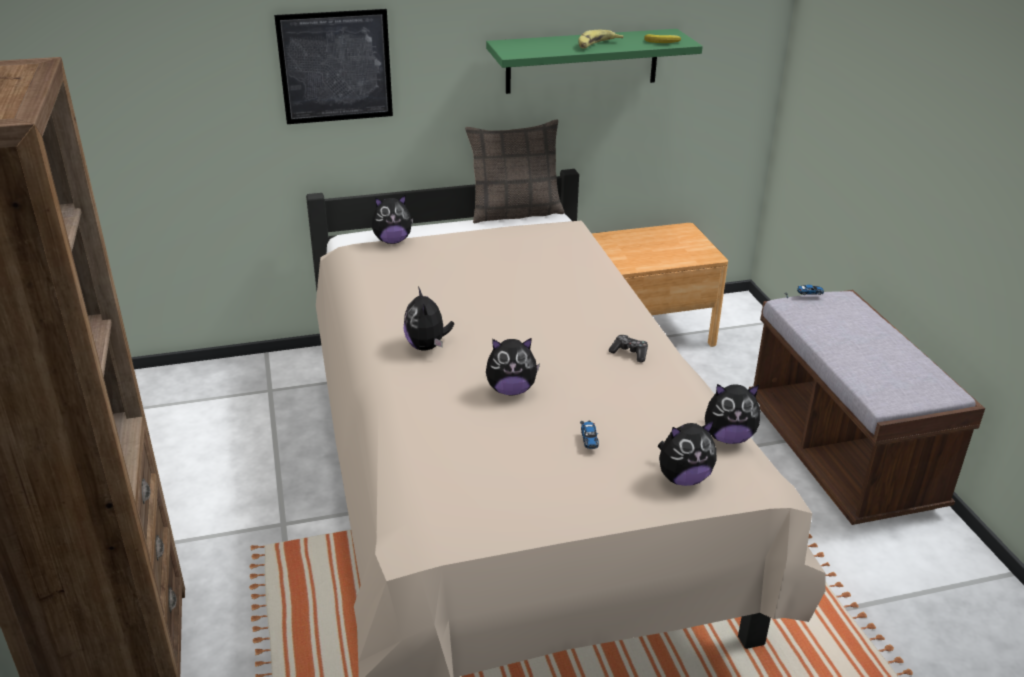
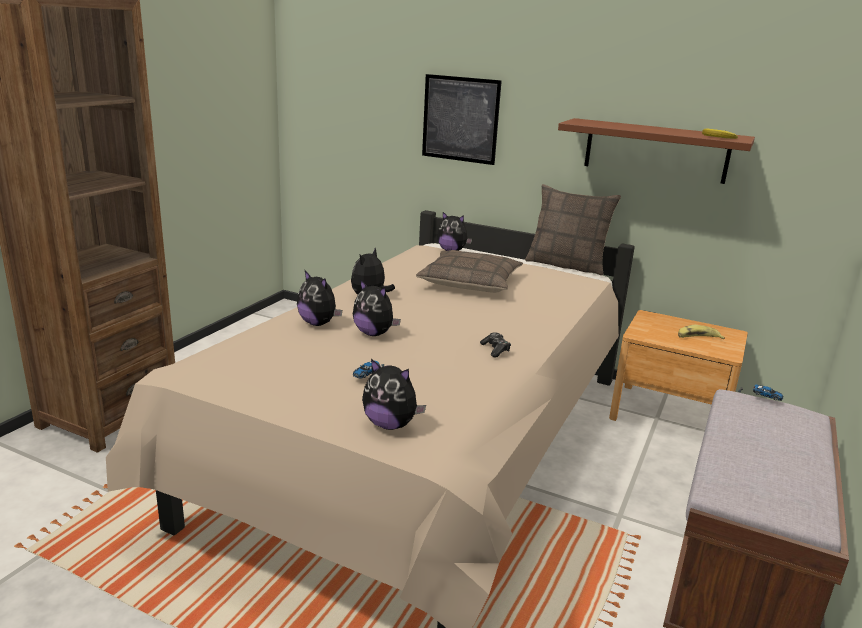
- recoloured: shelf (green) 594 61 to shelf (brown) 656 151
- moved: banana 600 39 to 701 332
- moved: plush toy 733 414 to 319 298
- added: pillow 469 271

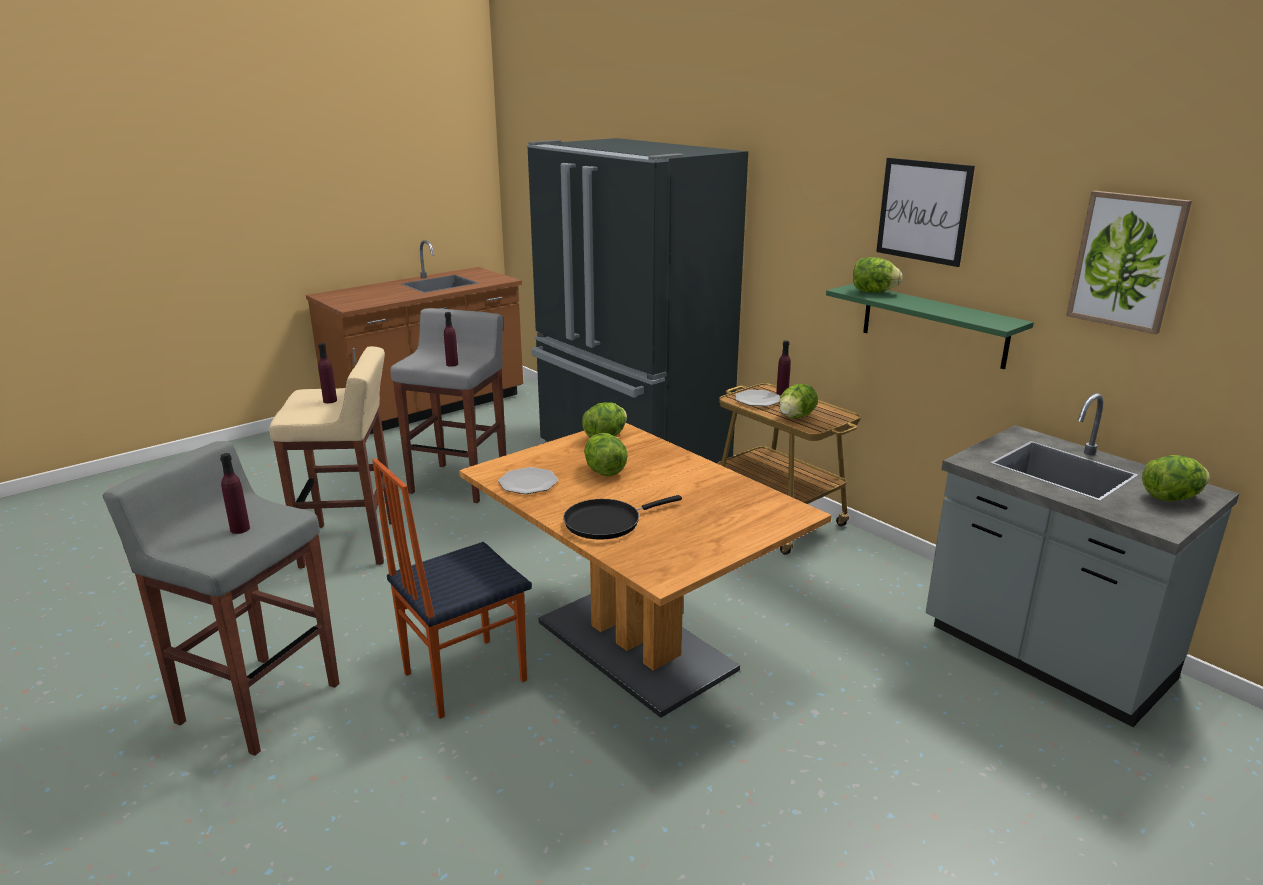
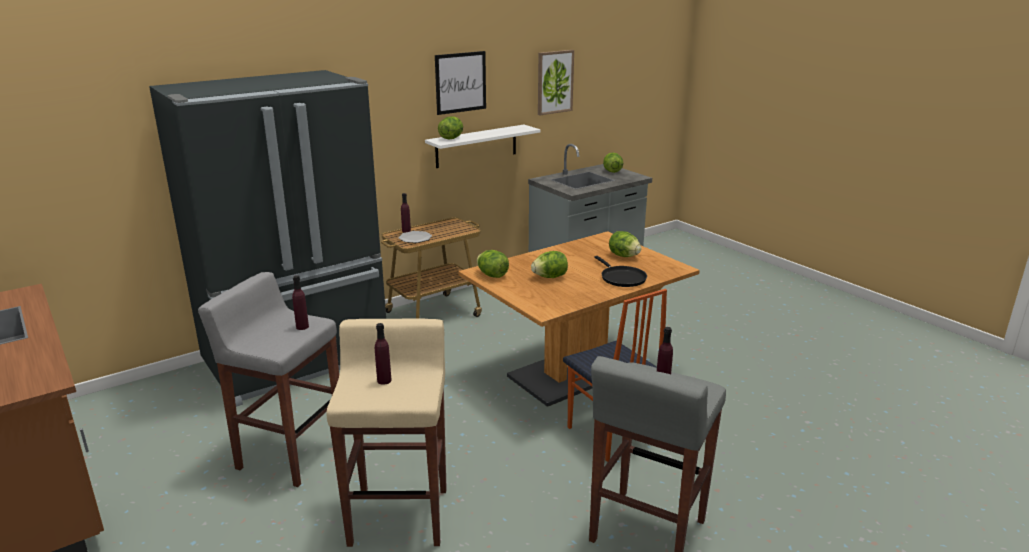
- recoloured: shelf (green) 930 326 to shelf (white) 482 146
- moved: lettuce 798 401 to 625 244
- removed: plate 528 480

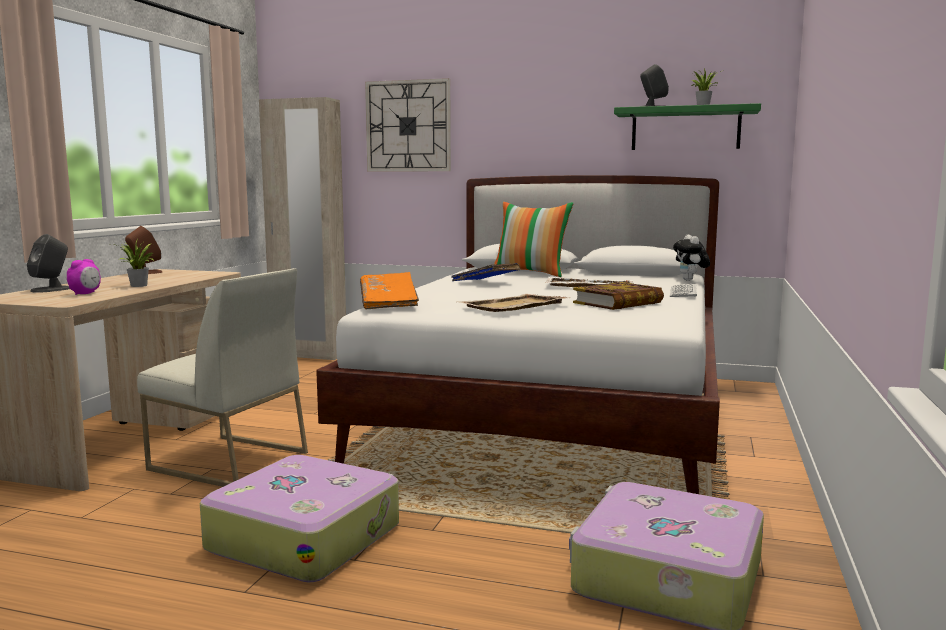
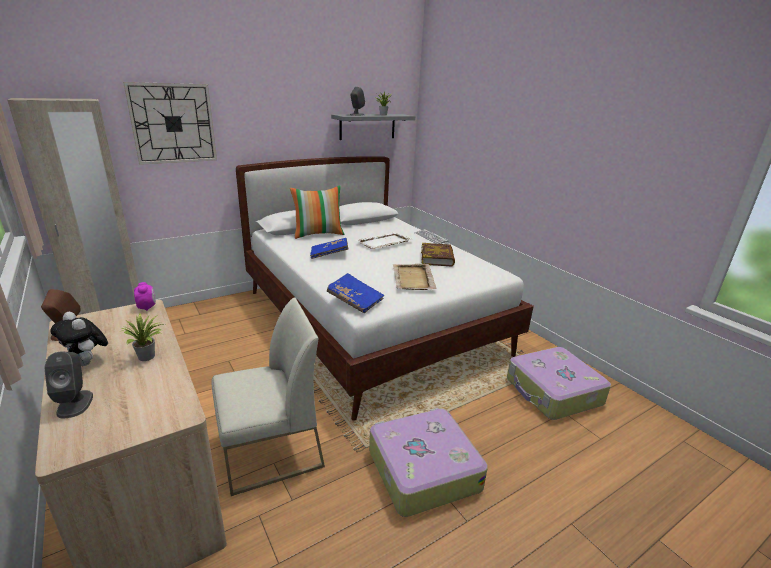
- recoloured: shelf (green) 687 126 to shelf (grey) 373 127
- moved: plush toy 691 258 to 79 339
- moved: alarm clock 84 277 to 145 296
- recoloured: book (orange) 389 290 to book (blue) 355 293

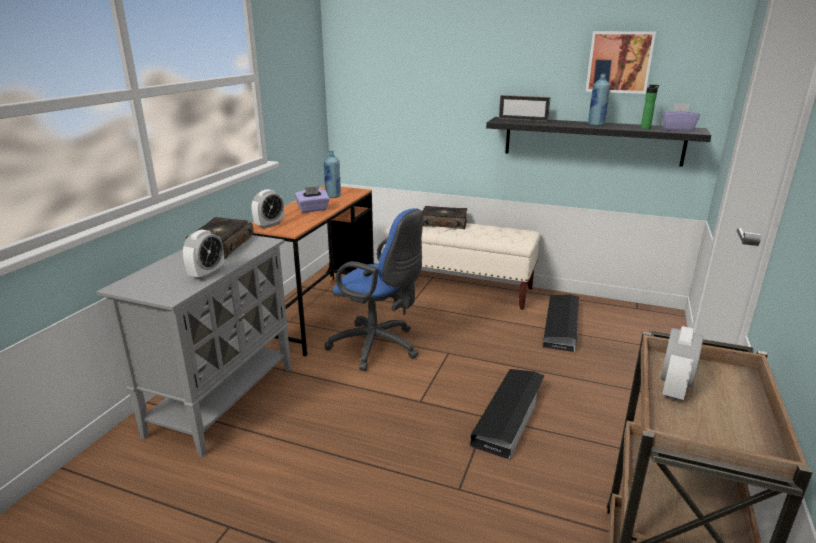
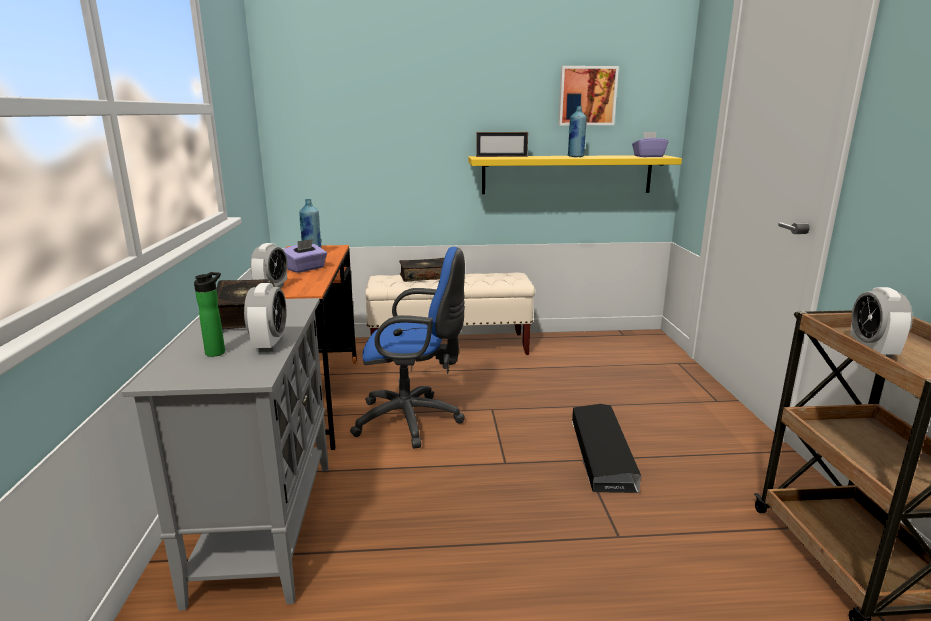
- moved: bottle 650 107 to 209 314
- recoloured: shelf (black) 598 142 to shelf (yellow) 575 174
- removed: storage box (black) 561 323

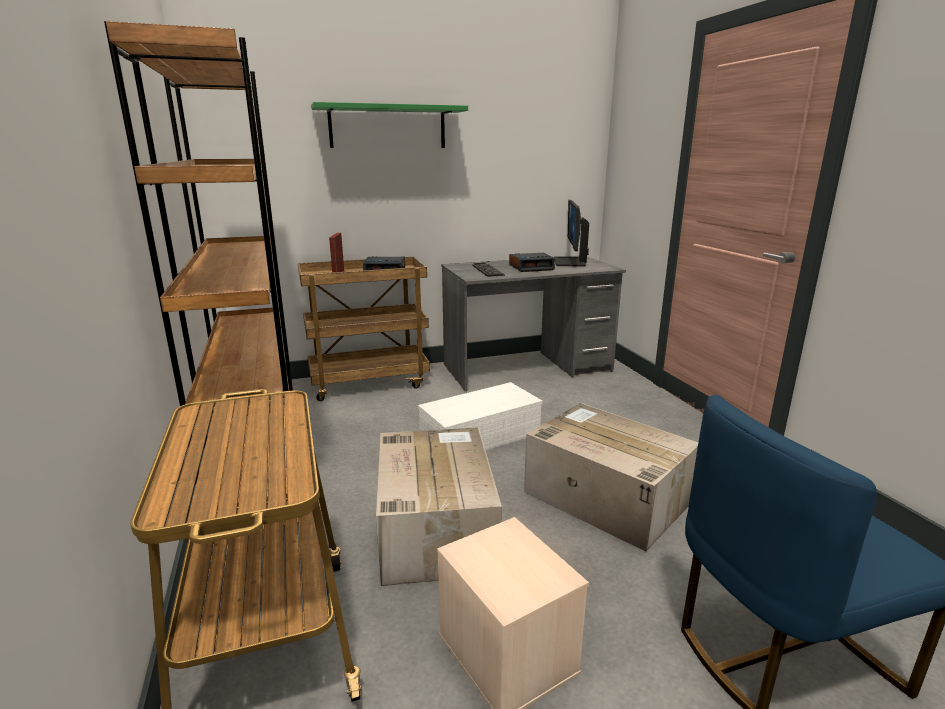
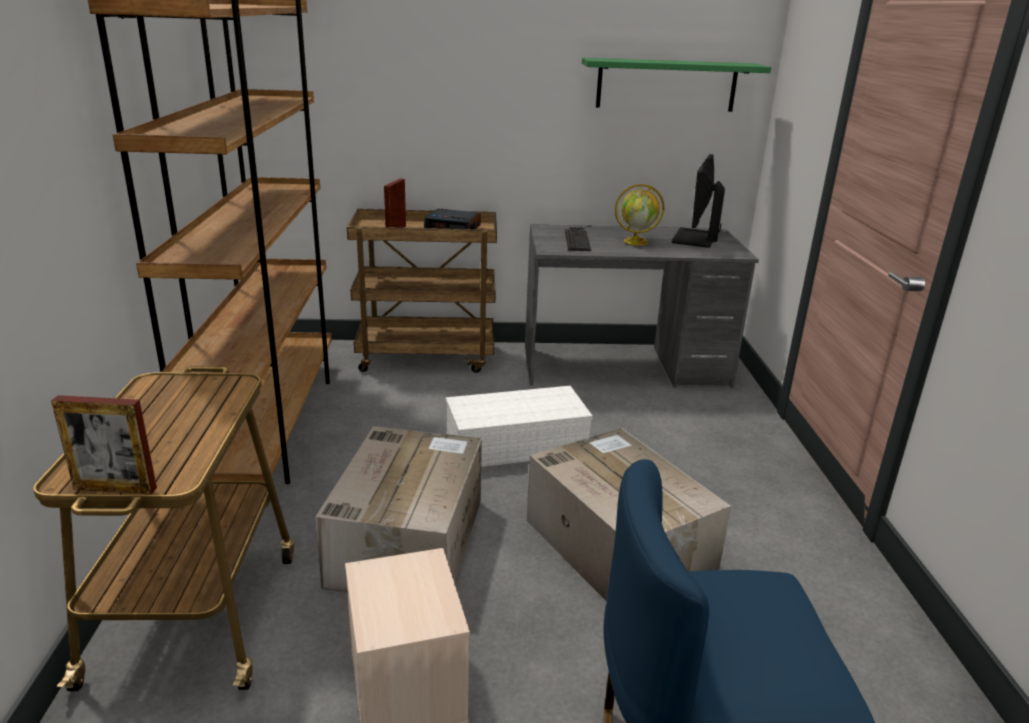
- moved: shelf (green) 389 125 to 676 85
- replaced: alarm clock 532 262 to globe 639 215
- added: picture frame 104 444

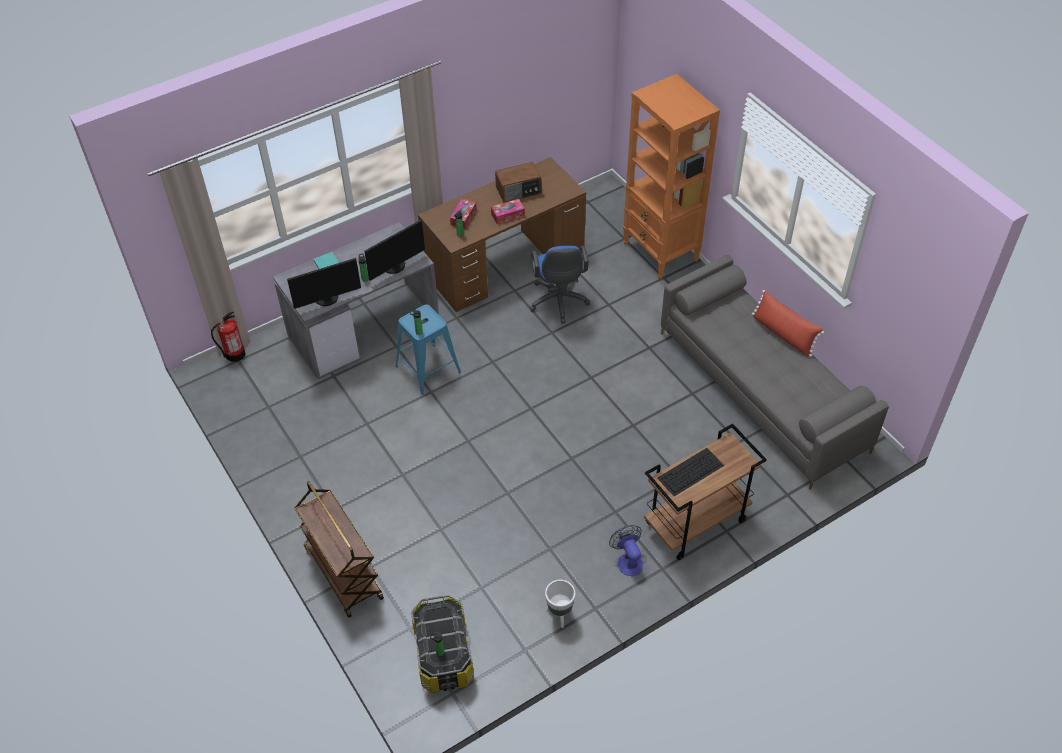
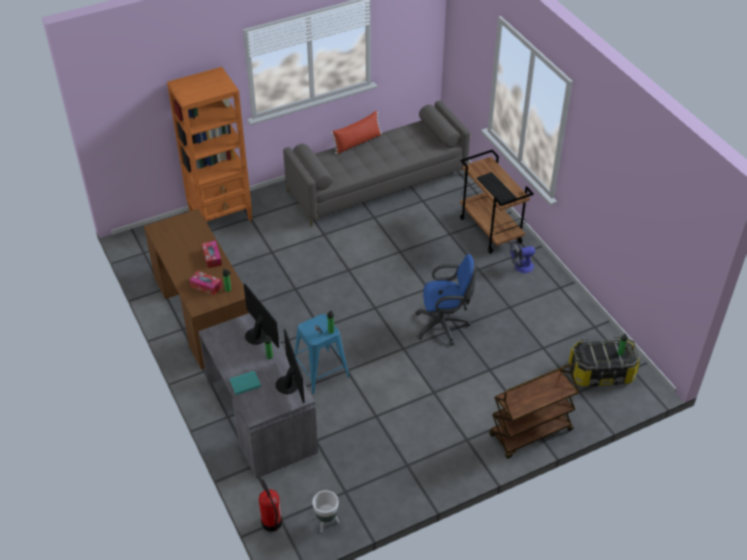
- removed: radio 518 182
- moved: office chair (blue) 559 284 to 446 299
- moved: planter (white) 560 604 to 325 511

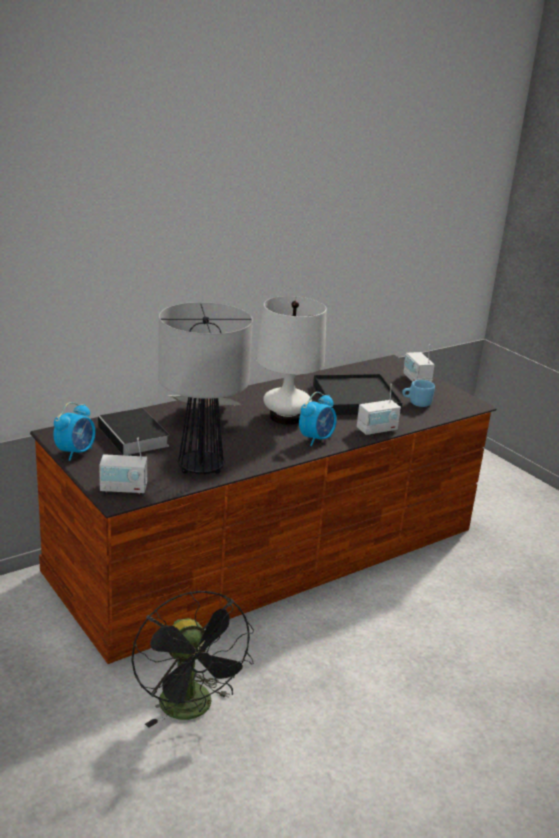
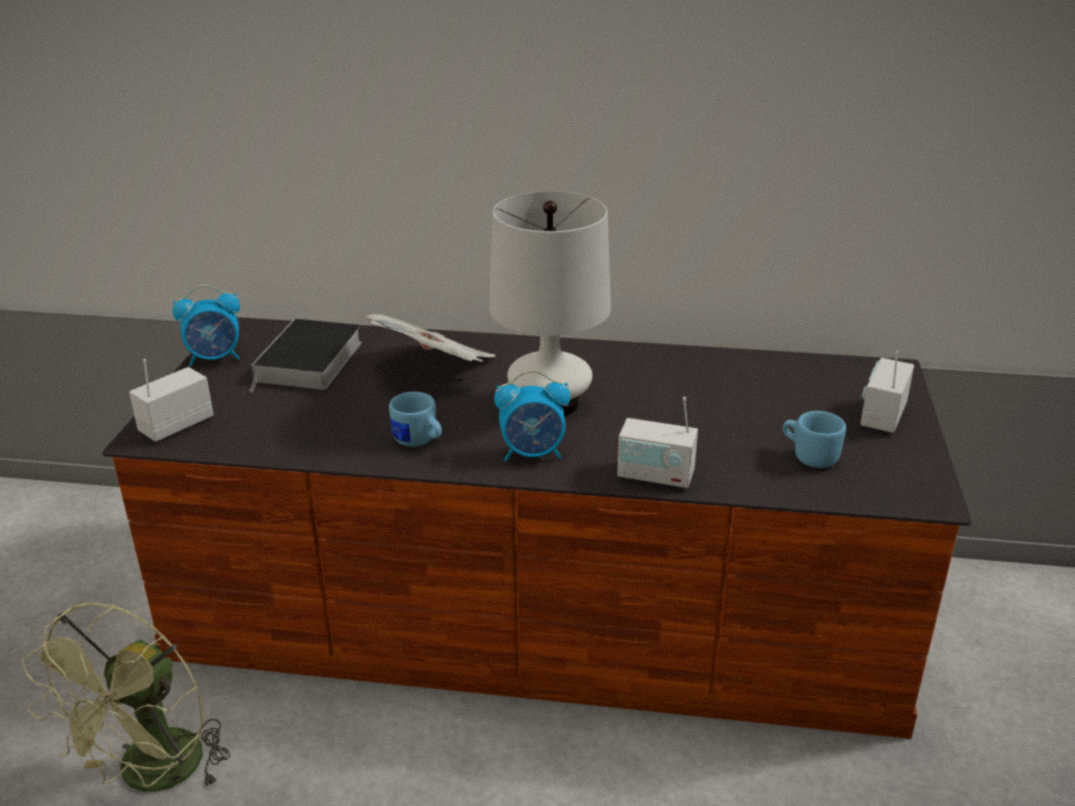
- removed: table lamp 205 388
- removed: tray (black) 357 394
- turned: radio 123 465 = 171 400 90 degrees clockwise
- recoloured: fan (black) 192 659 to fan (green) 126 697
- added: mug (blue) 415 419

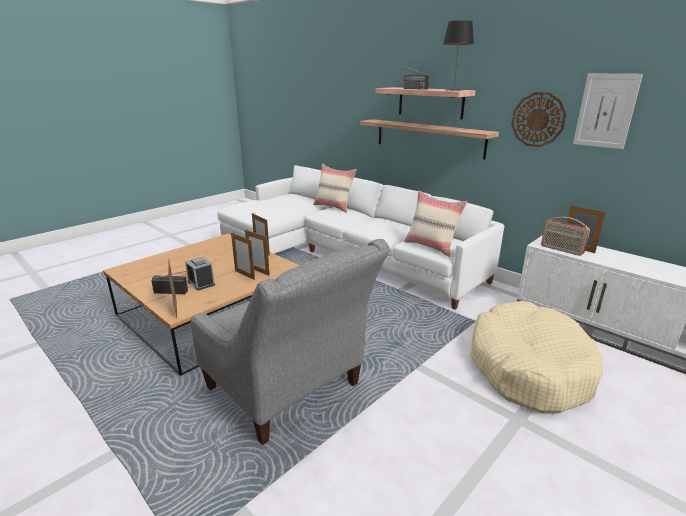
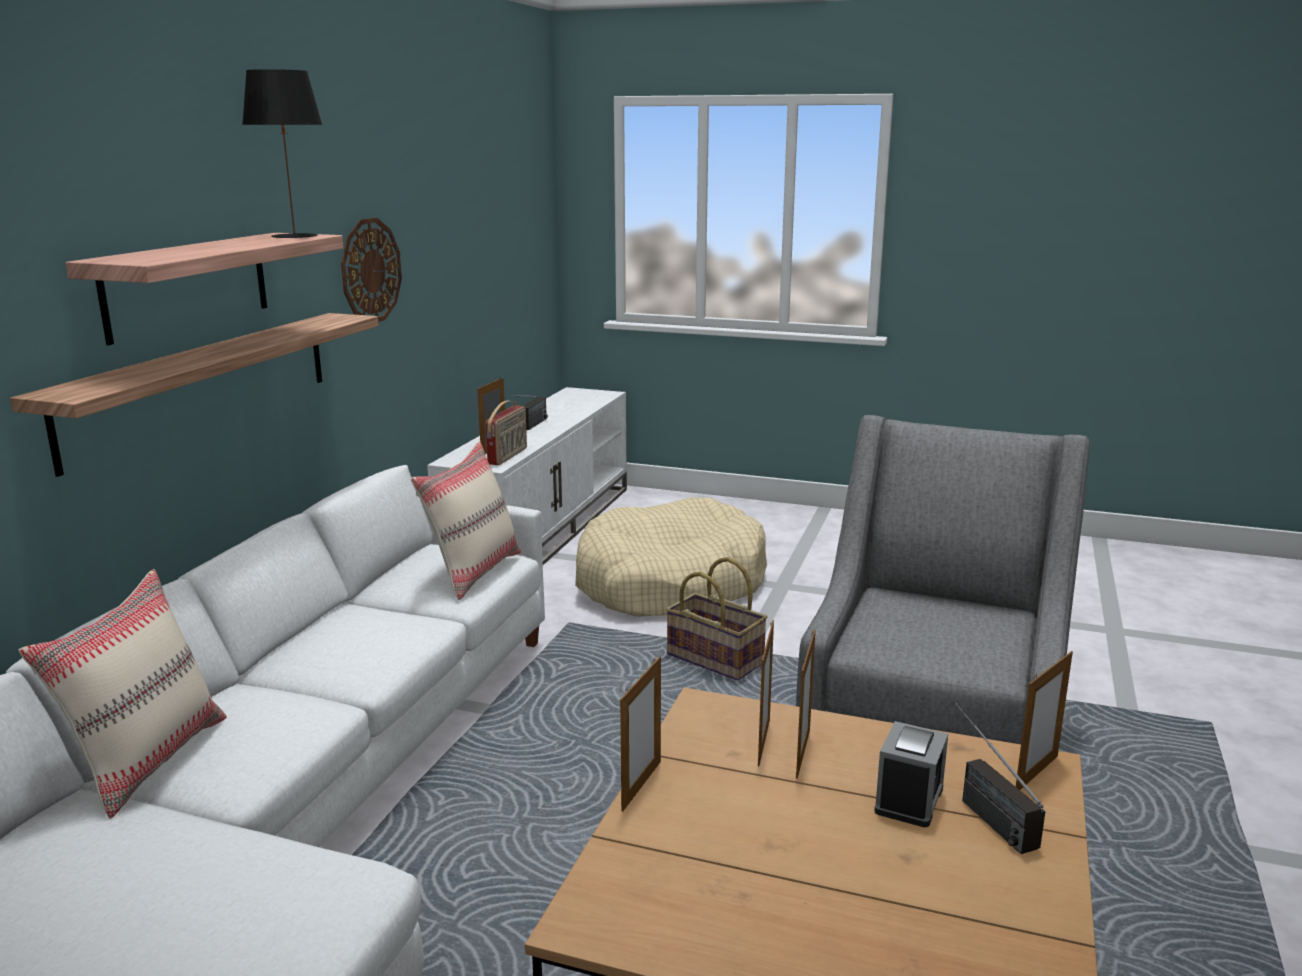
- moved: radio 413 77 to 527 412
- removed: picture 608 111
- added: basket 717 618

